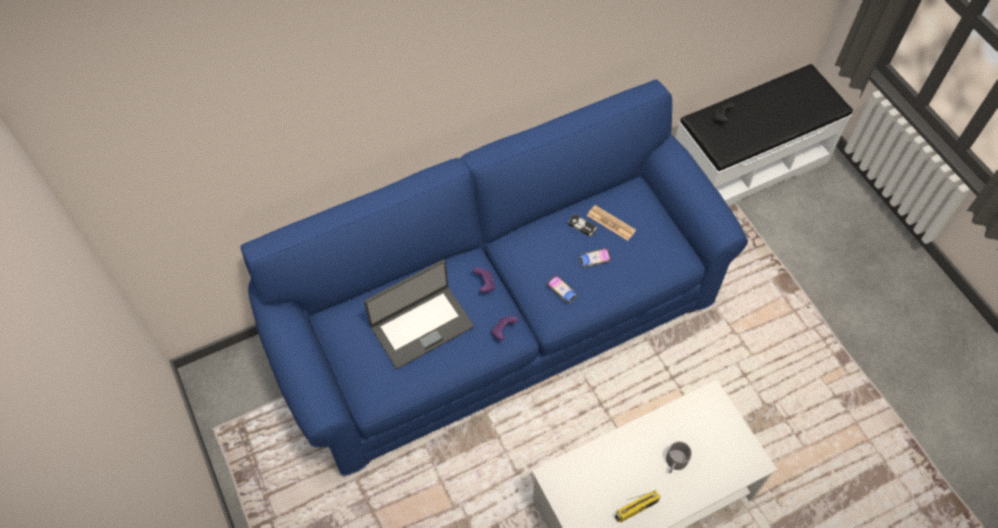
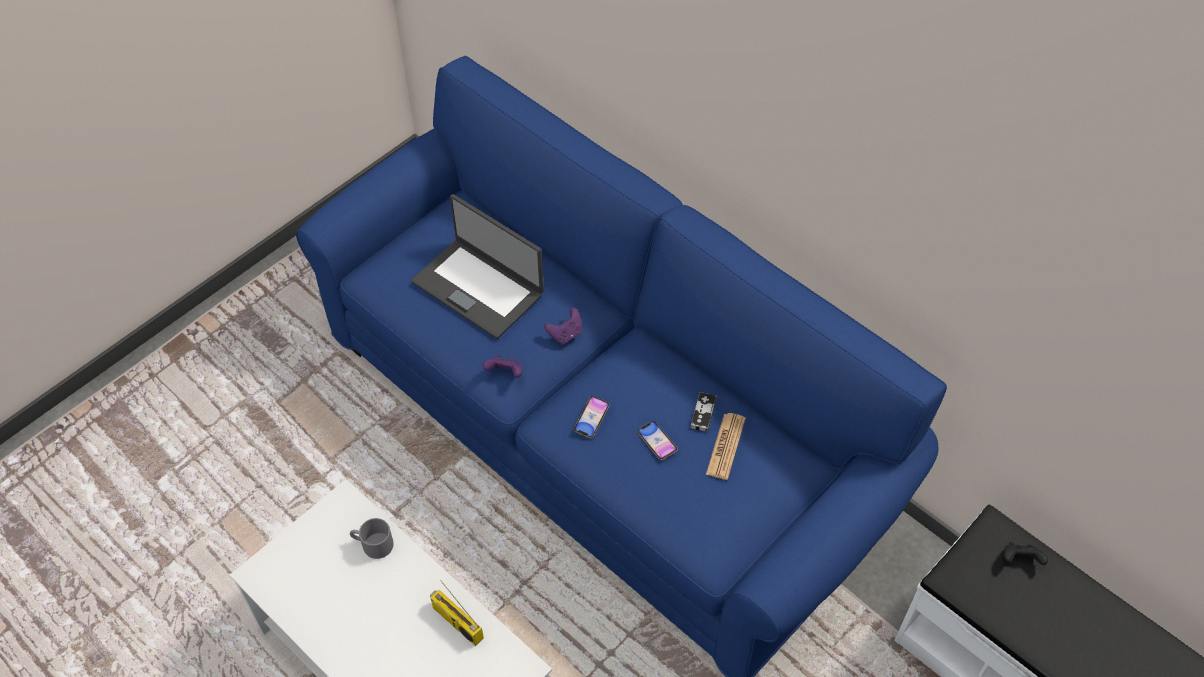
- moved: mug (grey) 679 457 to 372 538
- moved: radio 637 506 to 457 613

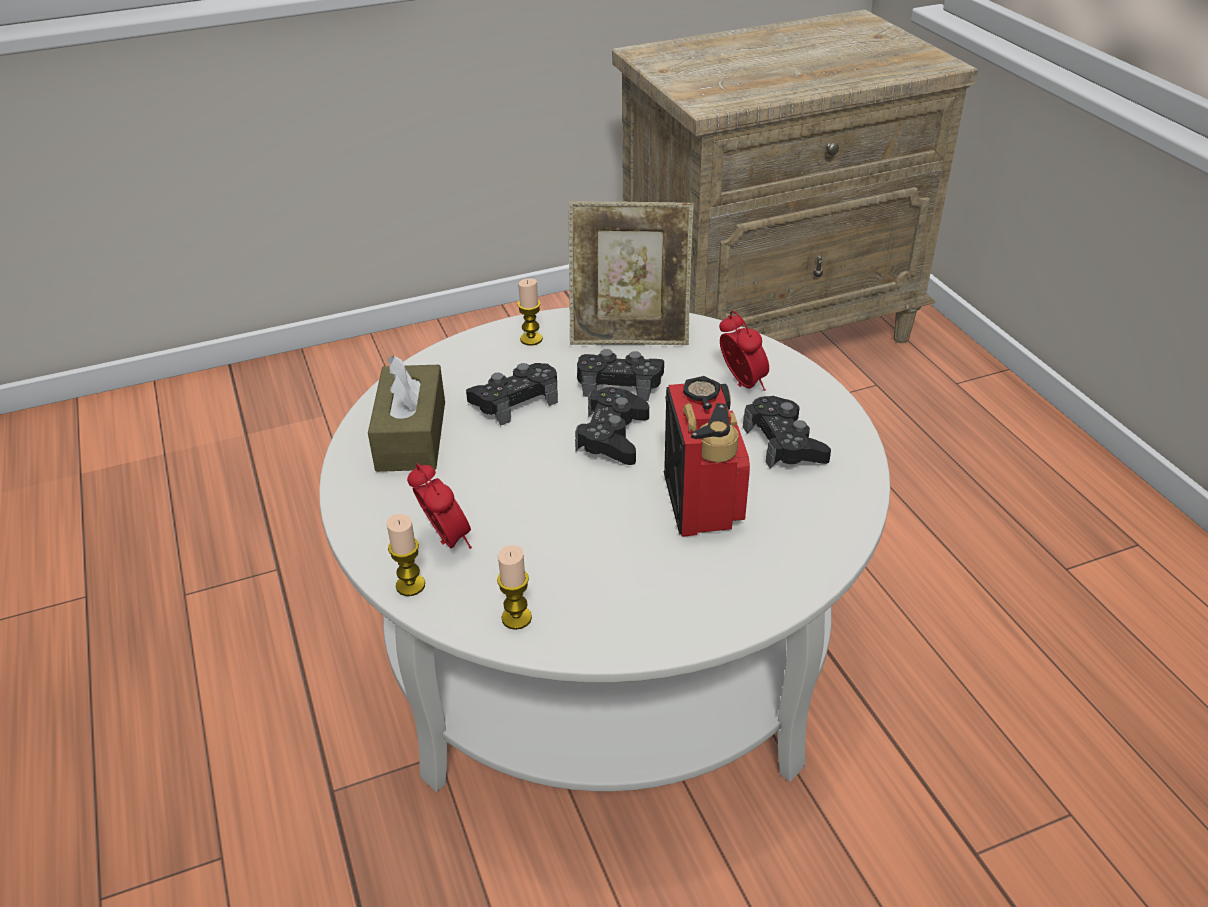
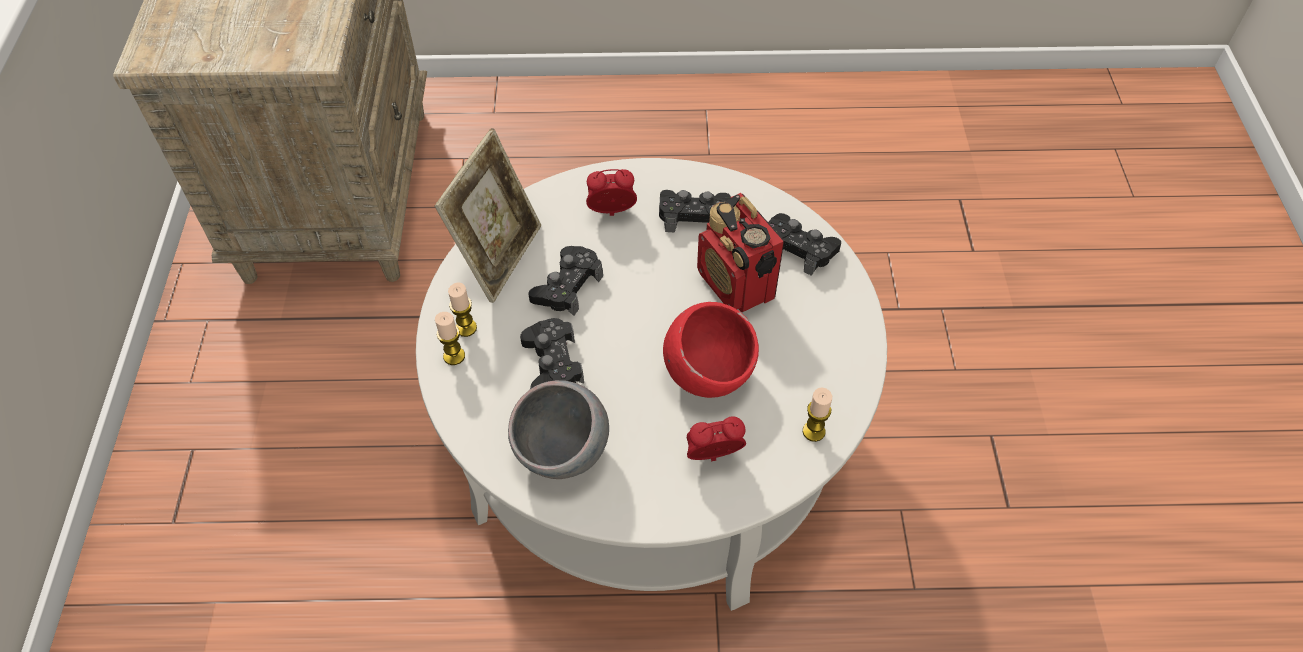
- replaced: tissue box (brown) 406 413 to bowl (grey) 558 429
- turned: radio 706 456 = 740 252 135 degrees counterclockwise
- moved: game controller (black) 612 426 to 804 244
- moved: candle 406 555 to 450 338
- added: bowl (red) 711 350

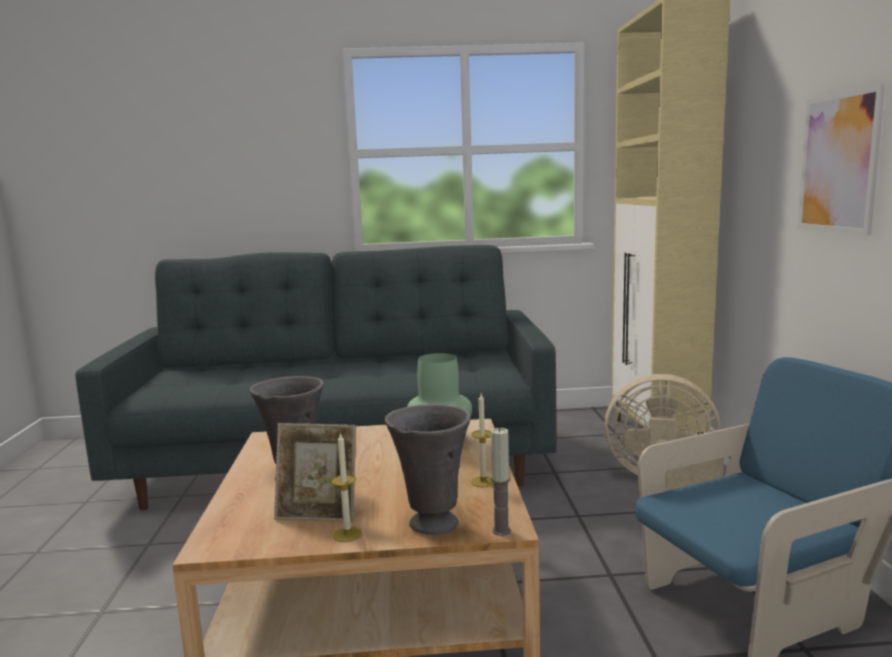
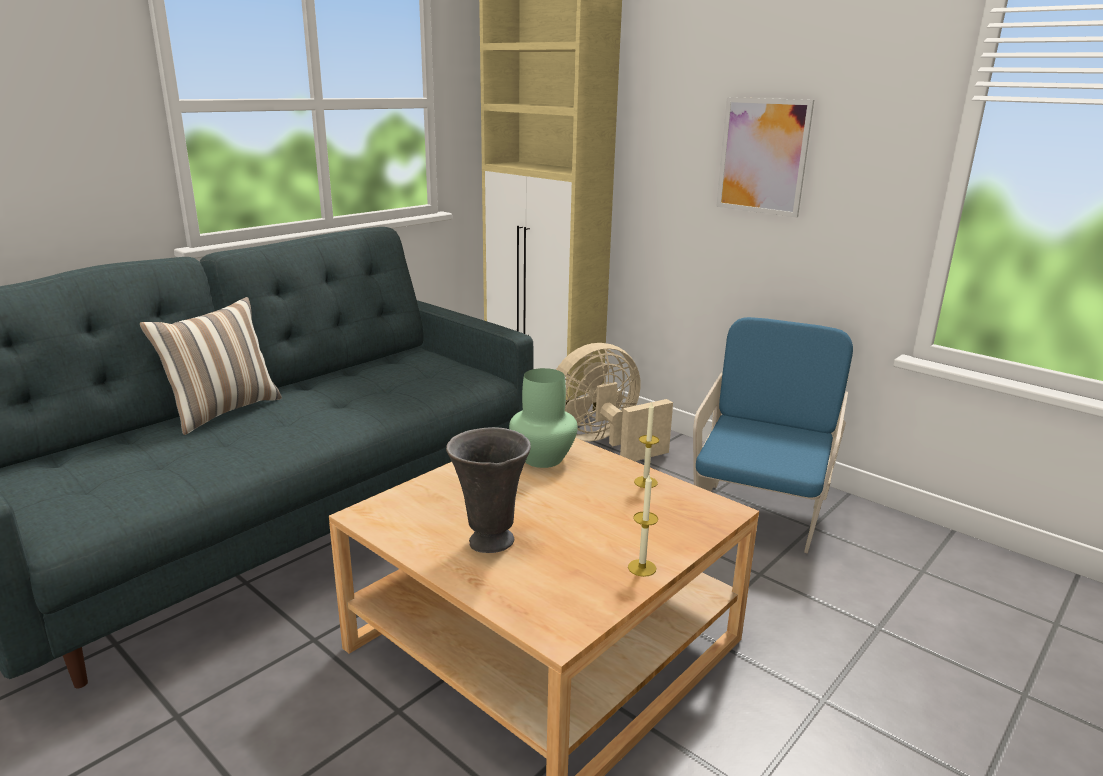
- removed: vase (grey) 428 469
- removed: picture frame 315 472
- removed: candle 501 482
- added: pillow 211 366

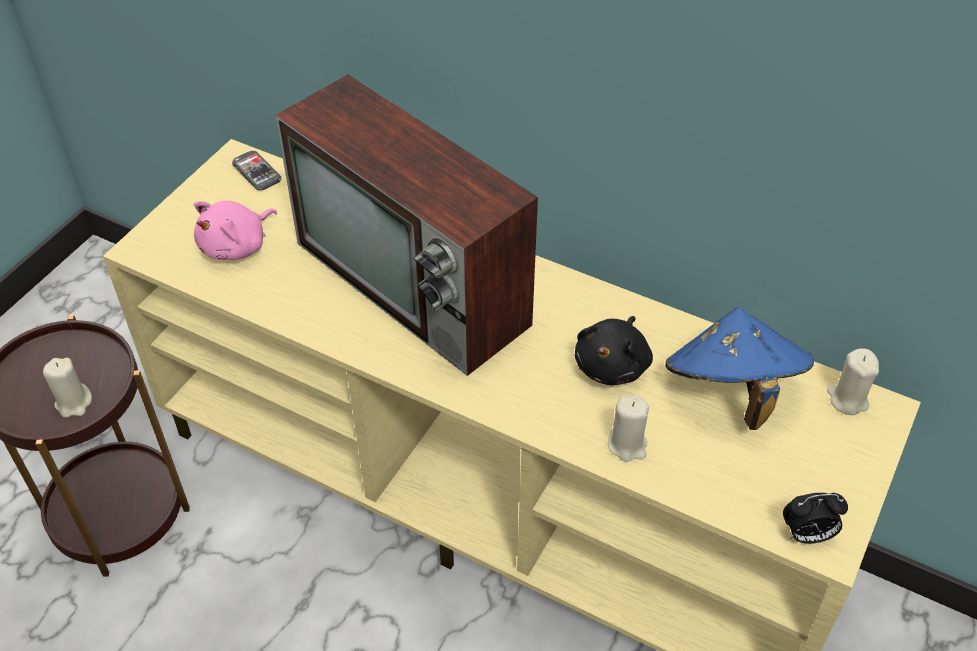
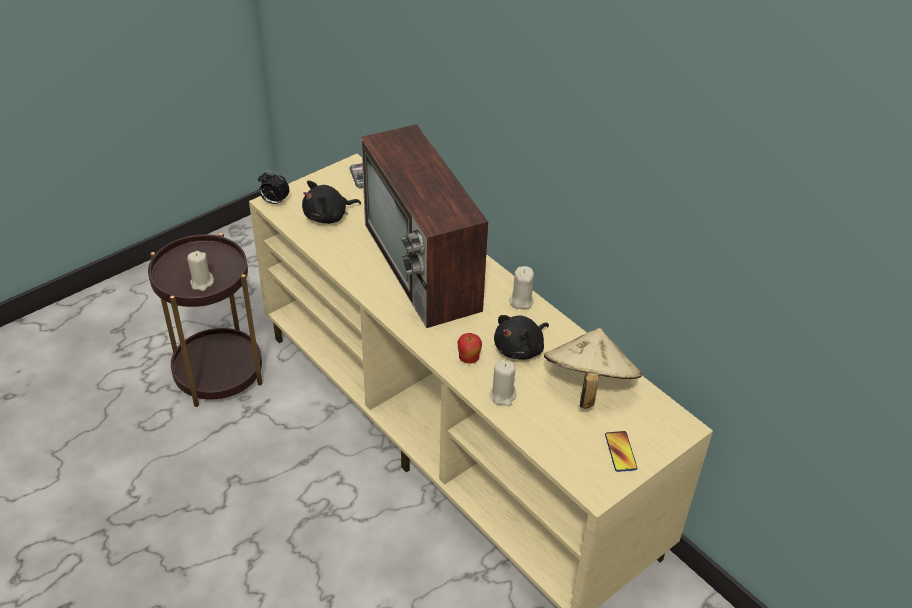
- recoloured: plush toy (pink) 235 230 to plush toy (black) 331 202
- recoloured: hat (blue) 739 368 to hat (beige) 593 368
- moved: candle (beige) 853 381 to 521 287
- moved: alarm clock 815 518 to 274 188
- added: apple 469 348
- added: phone 621 451

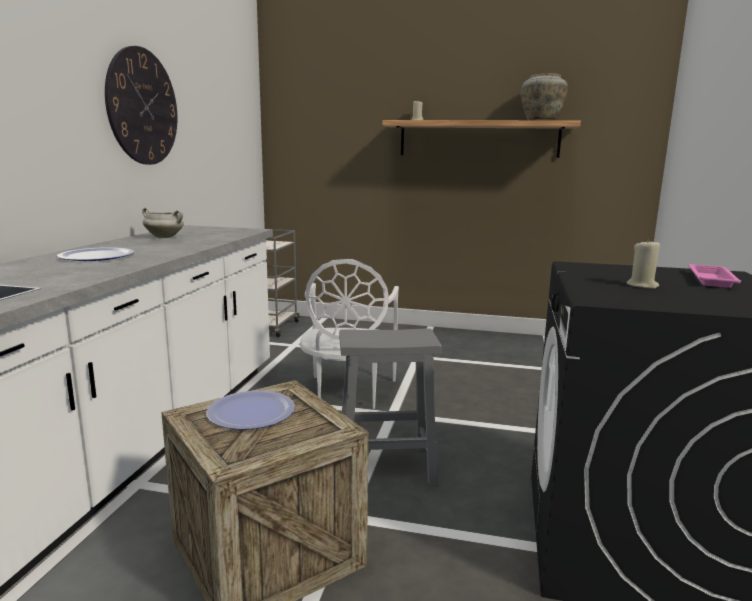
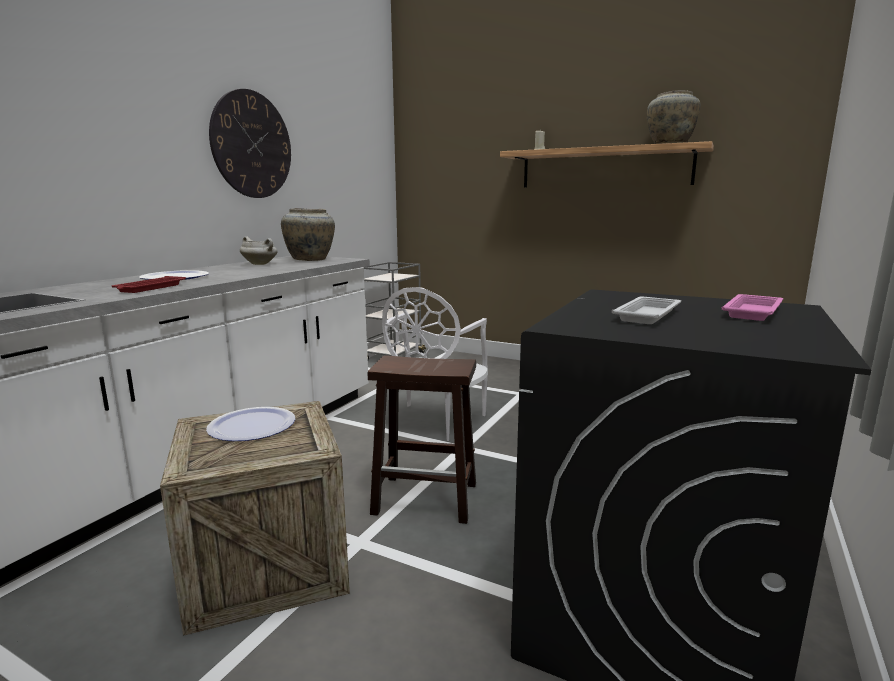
- replaced: candle (beige) 643 264 to tray (white) 646 310
- recoloured: stool (grey) 390 407 to stool (brown) 422 439
- added: vase (beige) 308 234
- added: tray (red) 148 284

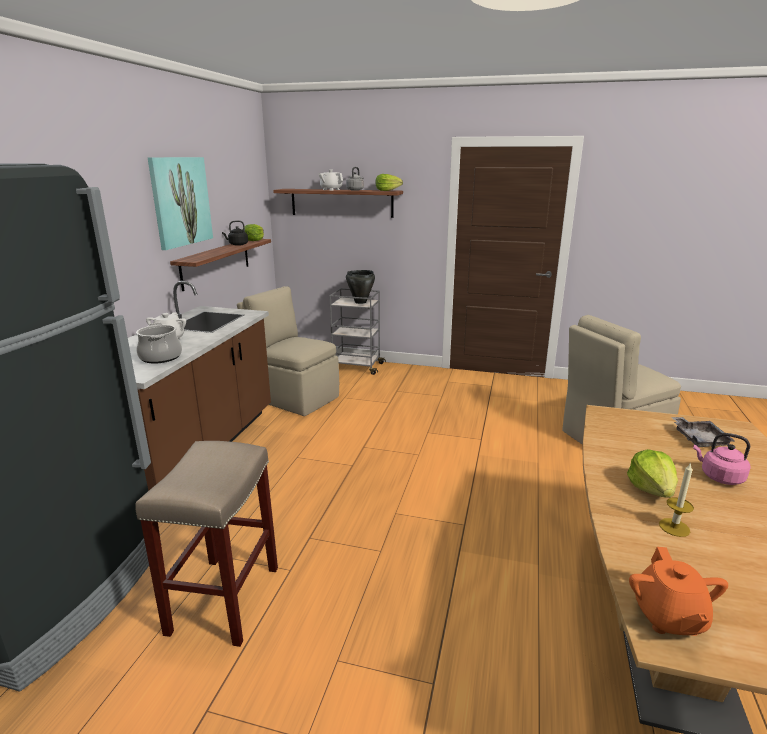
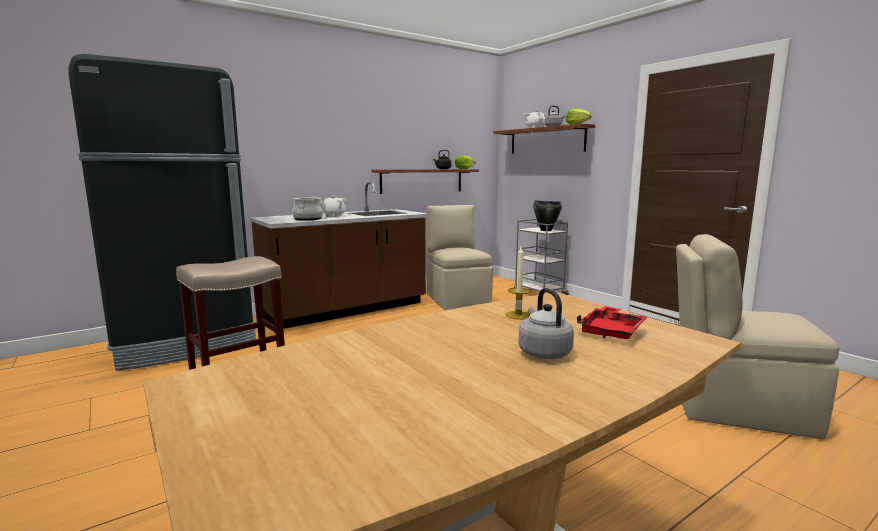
- removed: picture 180 203
- recoloured: tray (grey) 703 432 to tray (red) 612 322
- recoloured: kettle (pink) 721 459 to kettle (grey) 546 323
- removed: lettuce 652 473
- moved: candle 676 499 to 518 283
- removed: teapot (orange) 678 591

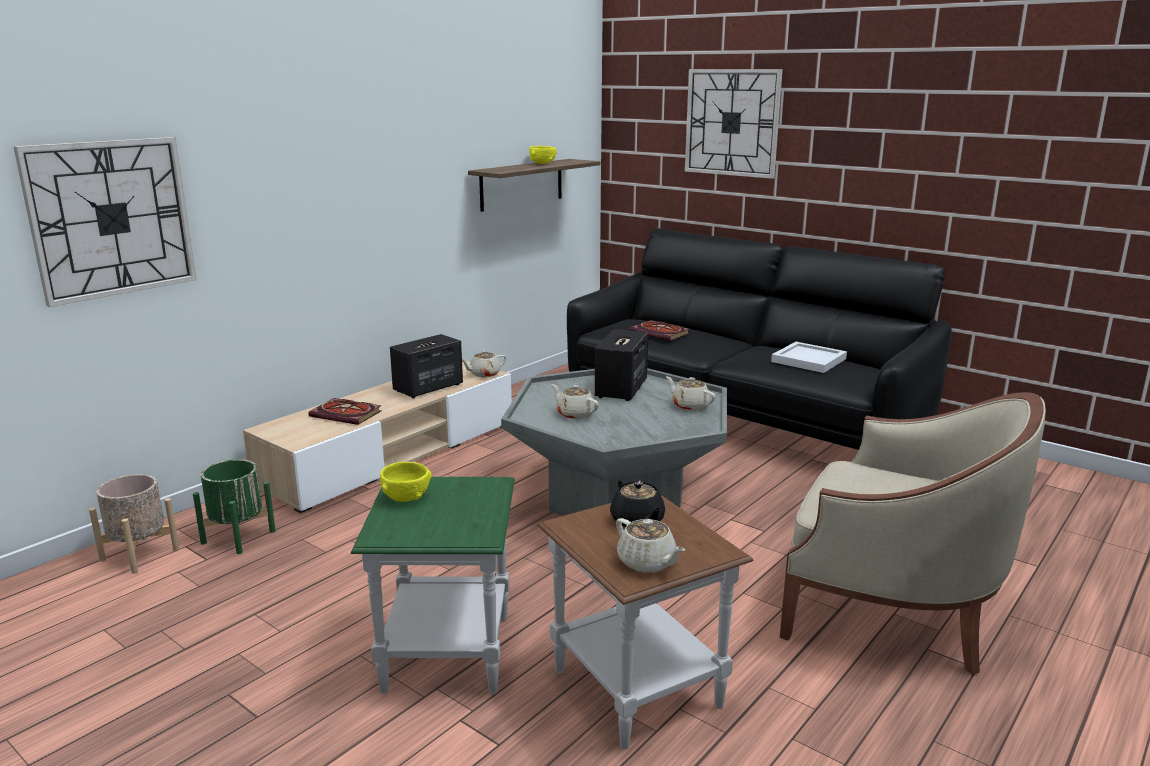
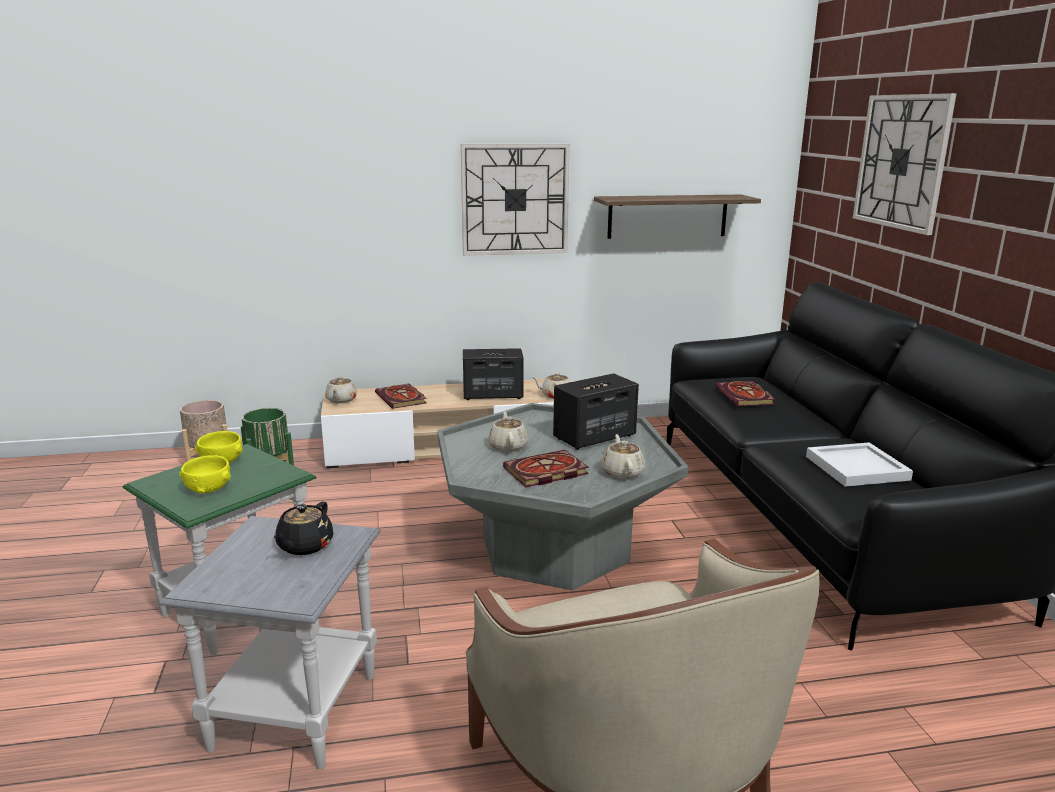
- moved: wall clock 105 222 to 515 200
- moved: bowl (yellow) 543 155 to 205 474
- recoloured: side table (brown) 645 622 to side table (grey) 270 642
- moved: teapot (beige) 650 545 to 341 389
- added: book 546 468

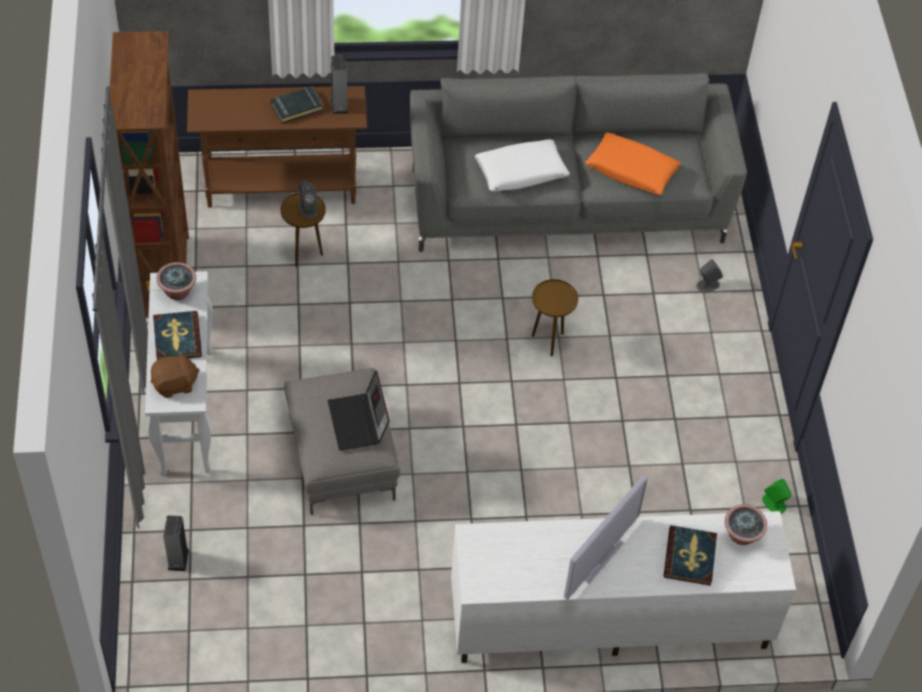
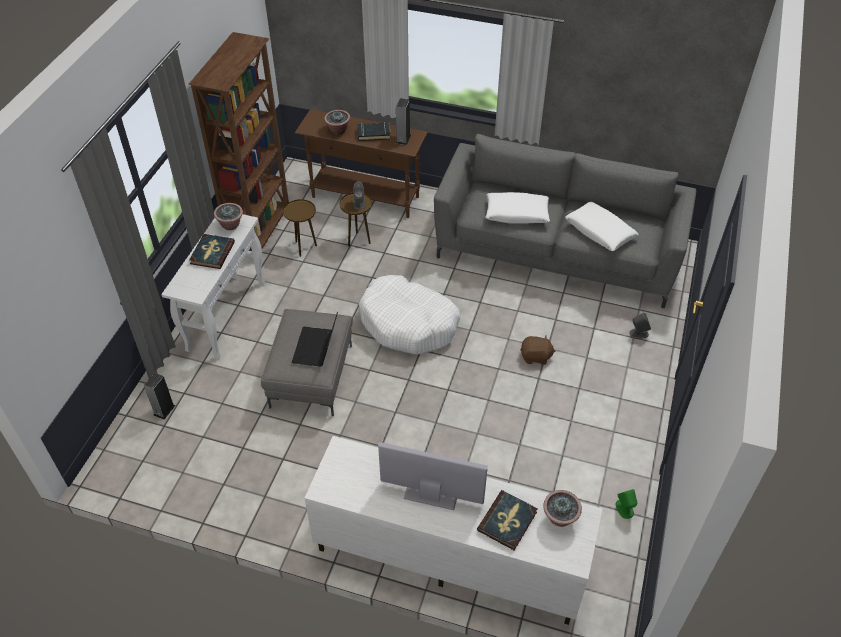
- recoloured: pillow (orange) 633 164 to pillow (white) 602 226
- moved: side table (brown) 555 317 to 300 228
- moved: plush toy (brown) 175 374 to 537 350
- turned: television 606 537 = 433 476 135 degrees counterclockwise
- added: potted plant 337 122
- added: dog bed (white) 409 315

